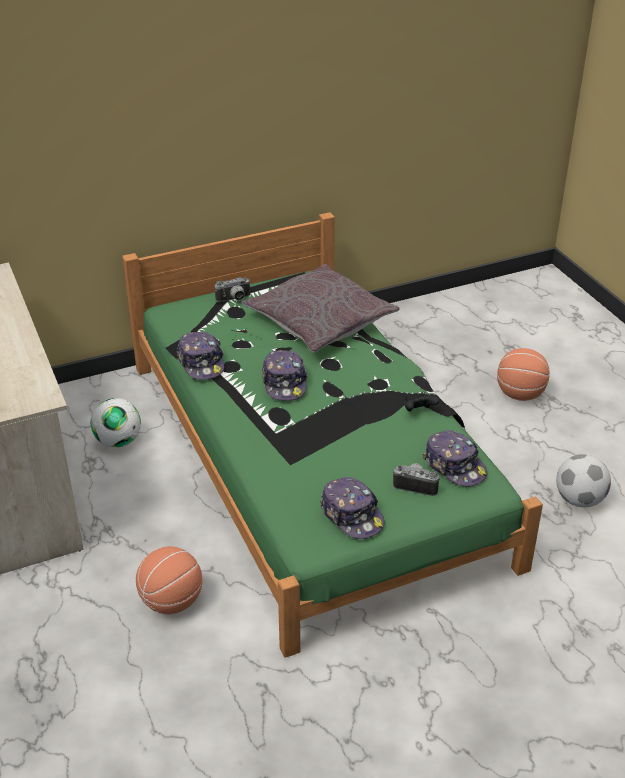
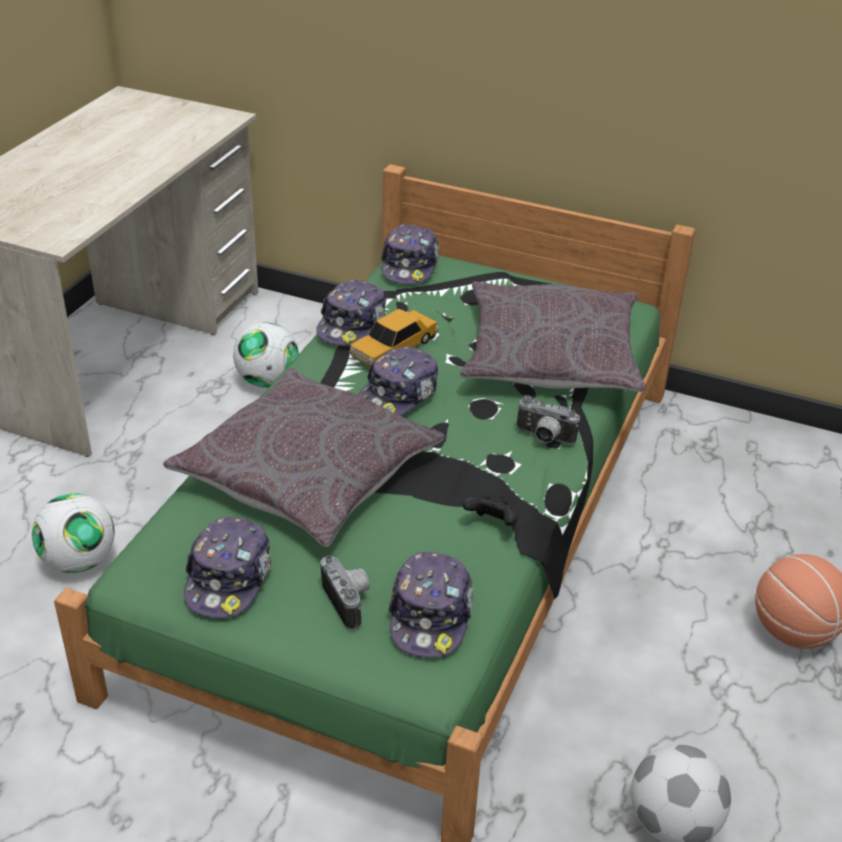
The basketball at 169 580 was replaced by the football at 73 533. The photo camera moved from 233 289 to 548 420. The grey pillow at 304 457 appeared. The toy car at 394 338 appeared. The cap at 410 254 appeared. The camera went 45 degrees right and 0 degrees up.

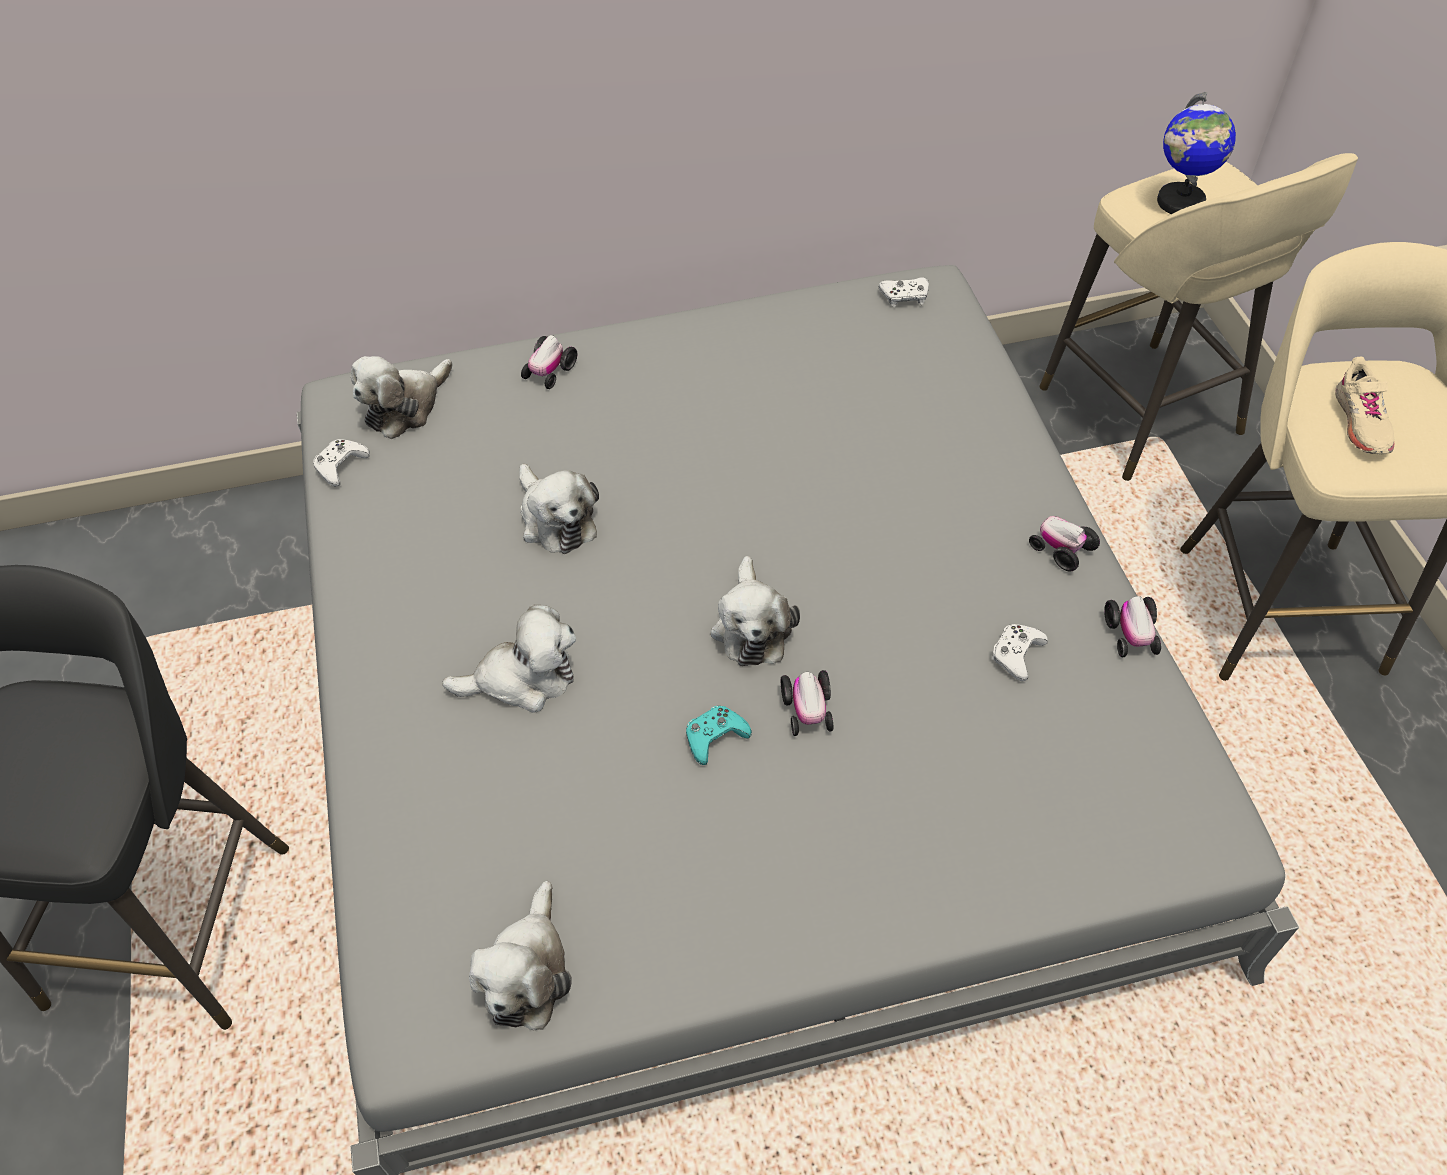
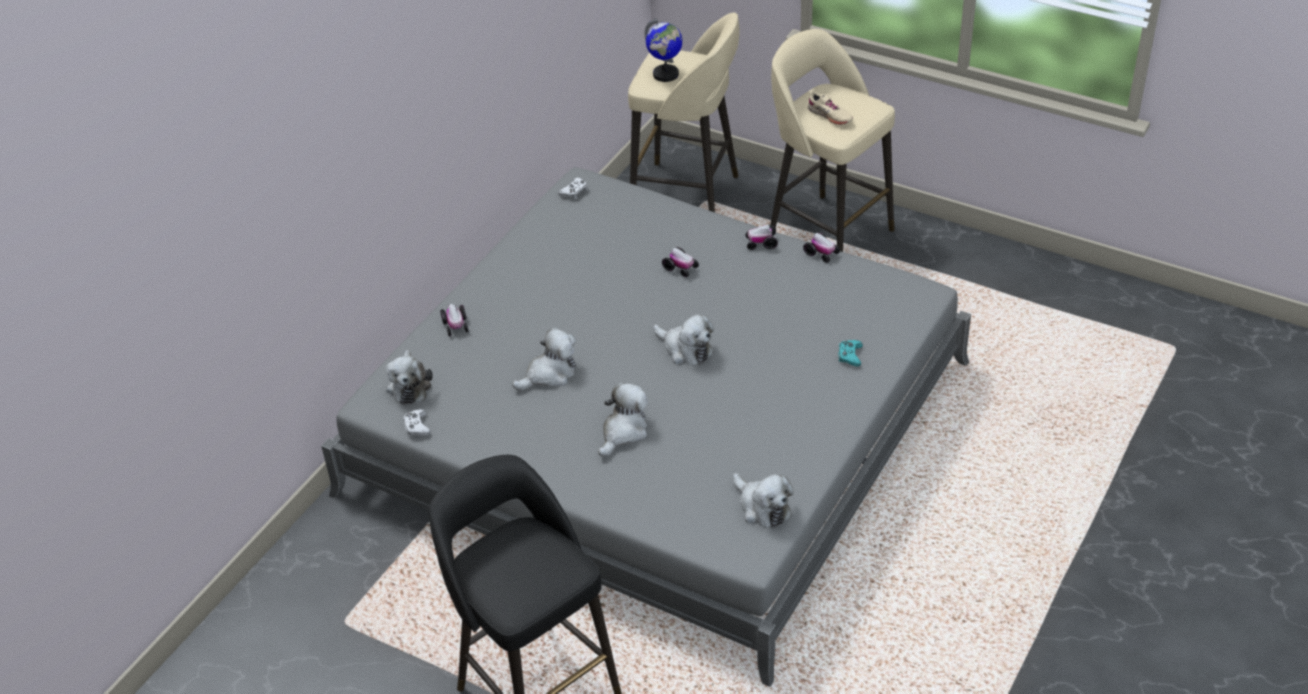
The plush toy at 559 509 turned 45 degrees counterclockwise. The turquoise game controller moved from 719 735 to 850 353. The toy car moved from 807 703 to 680 262. The white game controller at 1020 652 disappeared. The camera went 45 degrees left and 10 degrees down.

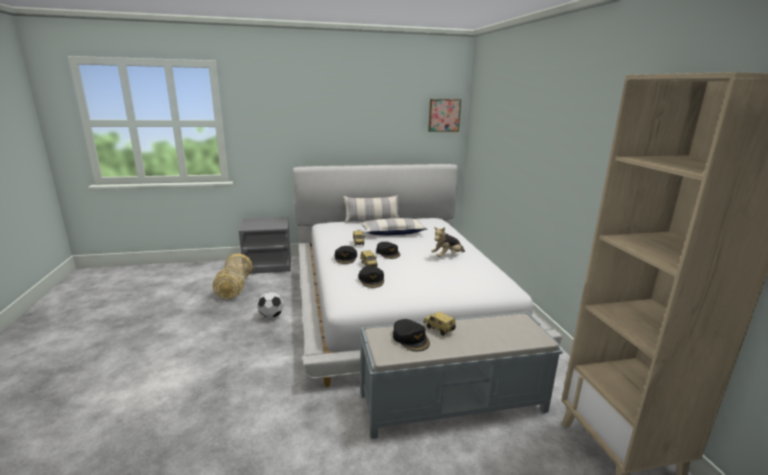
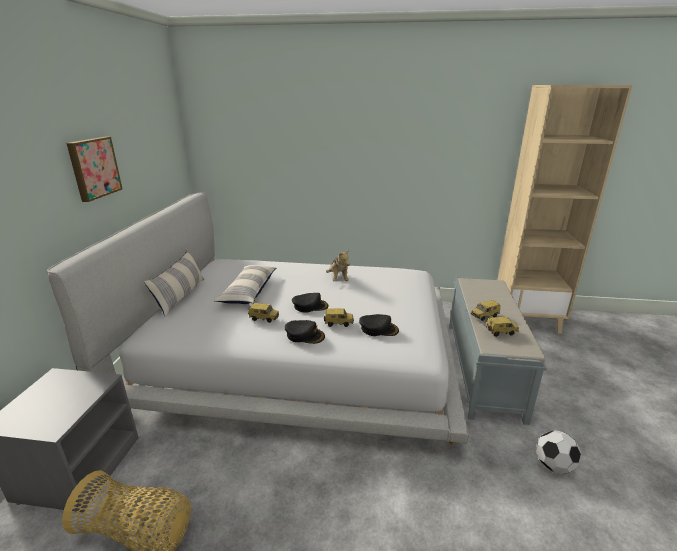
The football moved from 270 305 to 558 452. The black cap at 411 335 was replaced by the toy car at 502 327. The picture moved from 444 115 to 94 169. The camera went 70 degrees left and 5 degrees up.

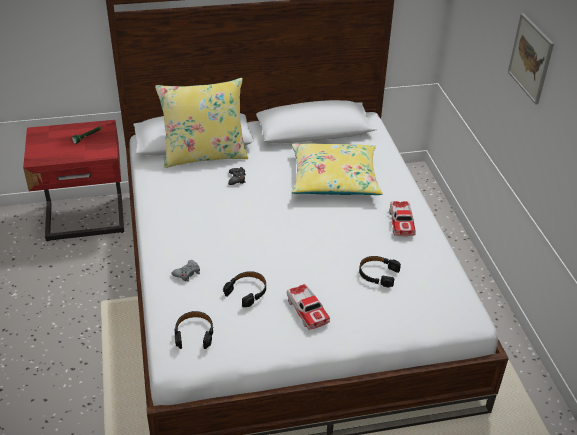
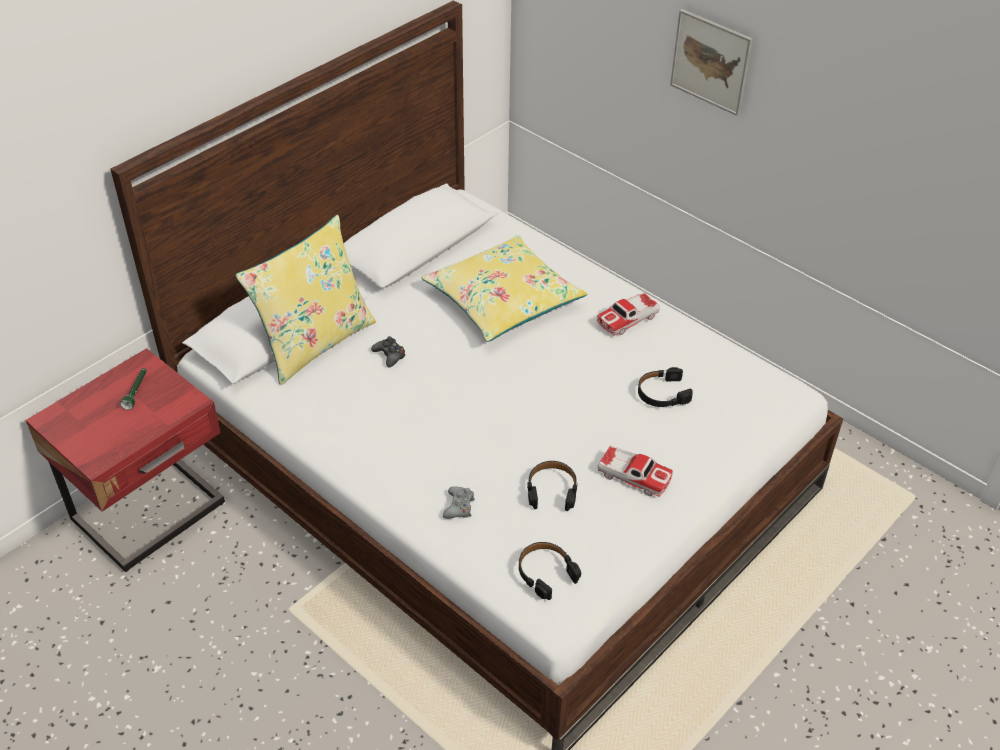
The toy car at 402 218 turned 90 degrees clockwise. The camera went 35 degrees left and 5 degrees up.

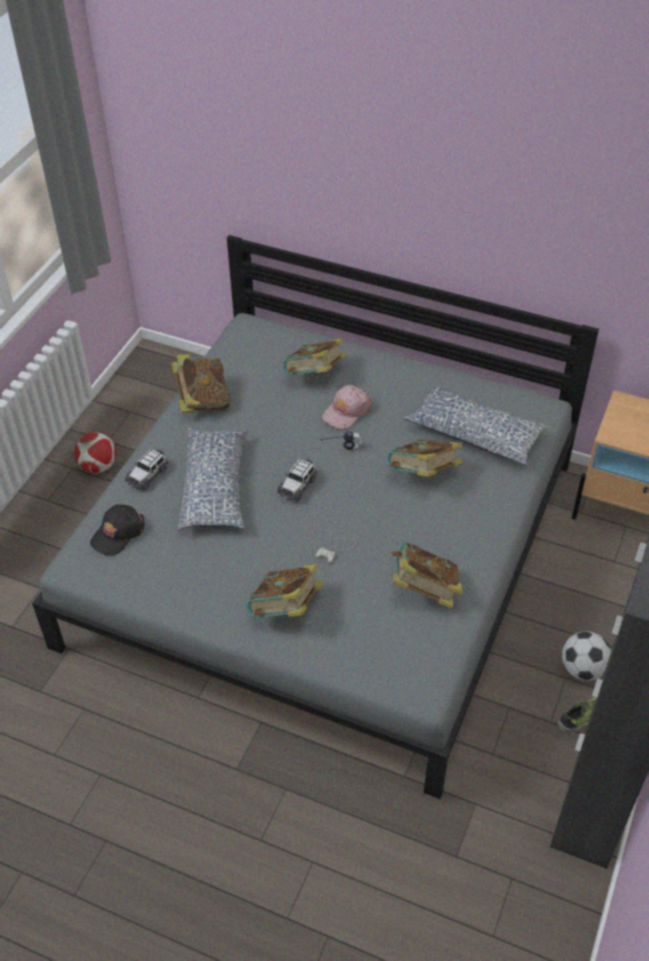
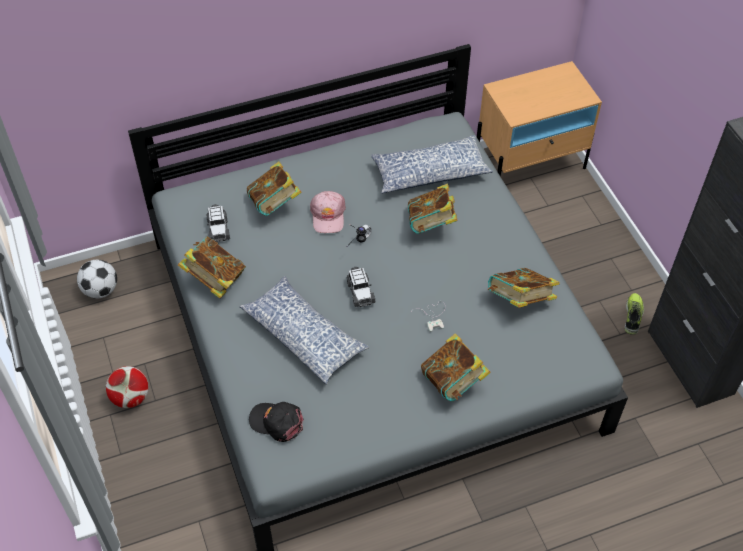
The black cap at 117 530 turned 120 degrees clockwise. The toy car moved from 146 470 to 218 223. The football moved from 586 656 to 97 279. The camera went 45 degrees left and 5 degrees up.

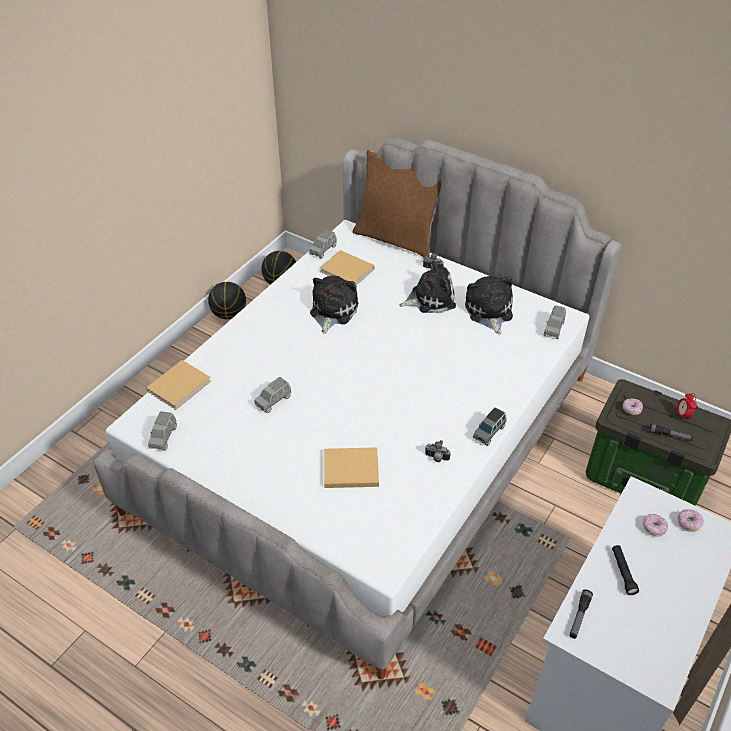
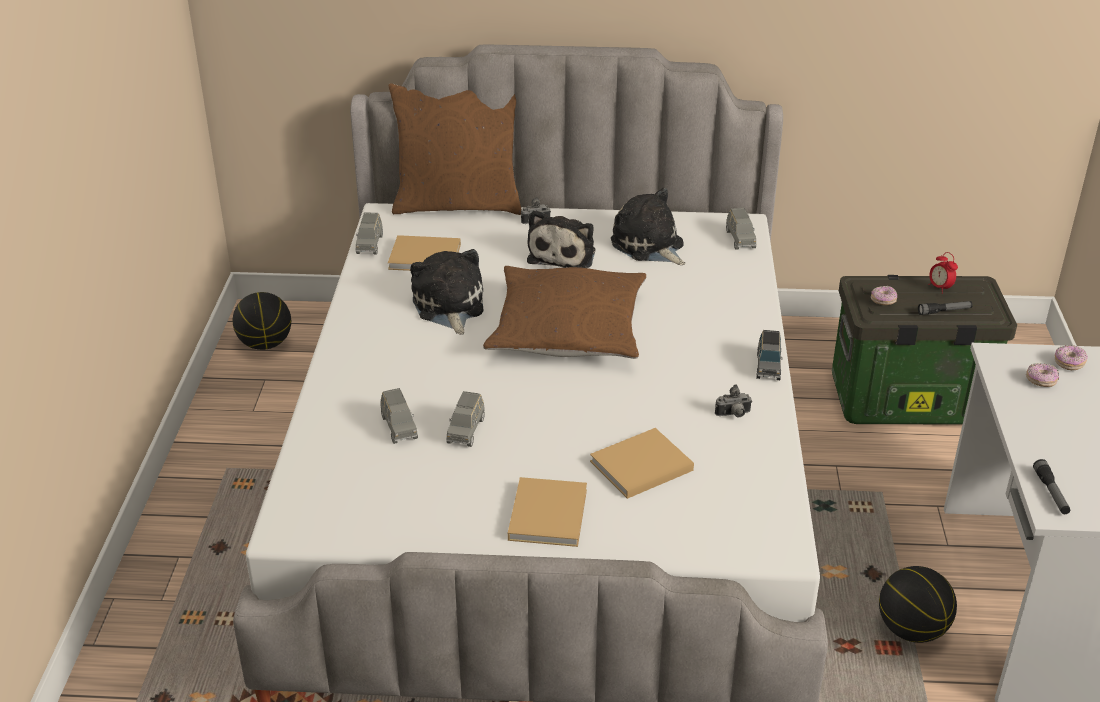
The beige book moved from 178 385 to 547 512. The grey toy car moved from 162 431 to 399 416. The basketball moved from 227 300 to 918 604. The plush toy at 427 286 turned 150 degrees clockwise. The black flashlight at 625 570 disappeared. The brown pillow at 564 312 appeared. The camera went 30 degrees left and 10 degrees down.

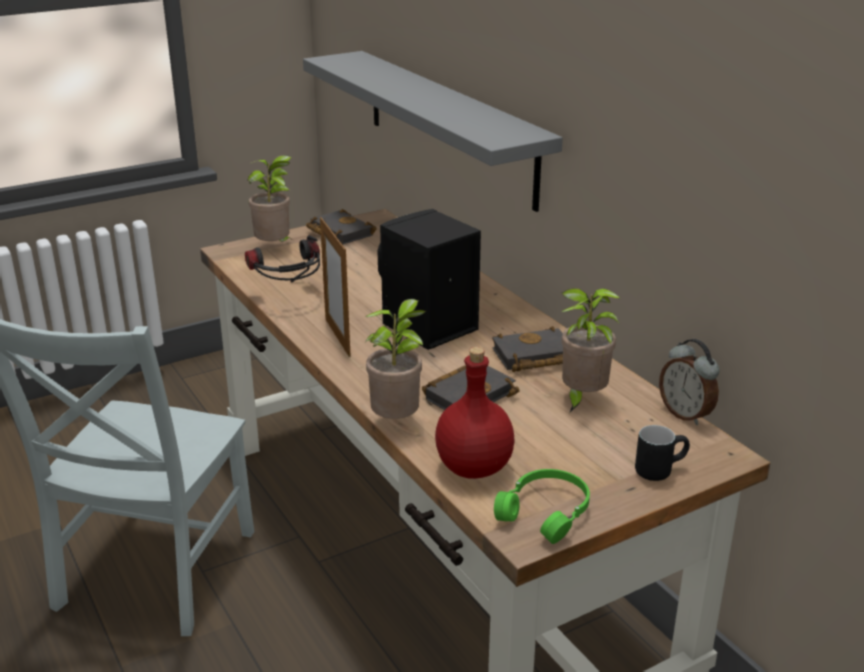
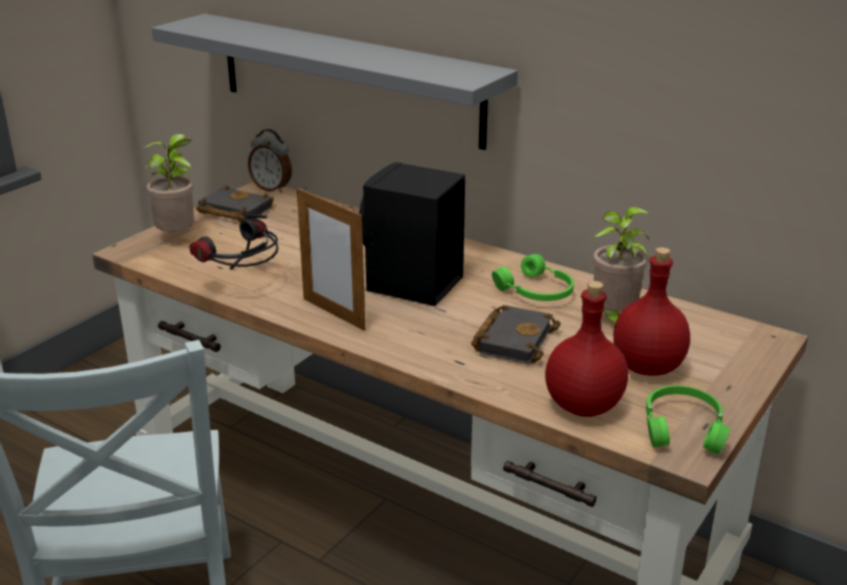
The potted plant at 395 359 disappeared. The black book at 527 349 was replaced by the green headphones at 533 277. The black mug at 662 453 disappeared. The alarm clock moved from 689 382 to 270 161. The red bottle at 651 311 appeared. The camera went 25 degrees left and 0 degrees up.

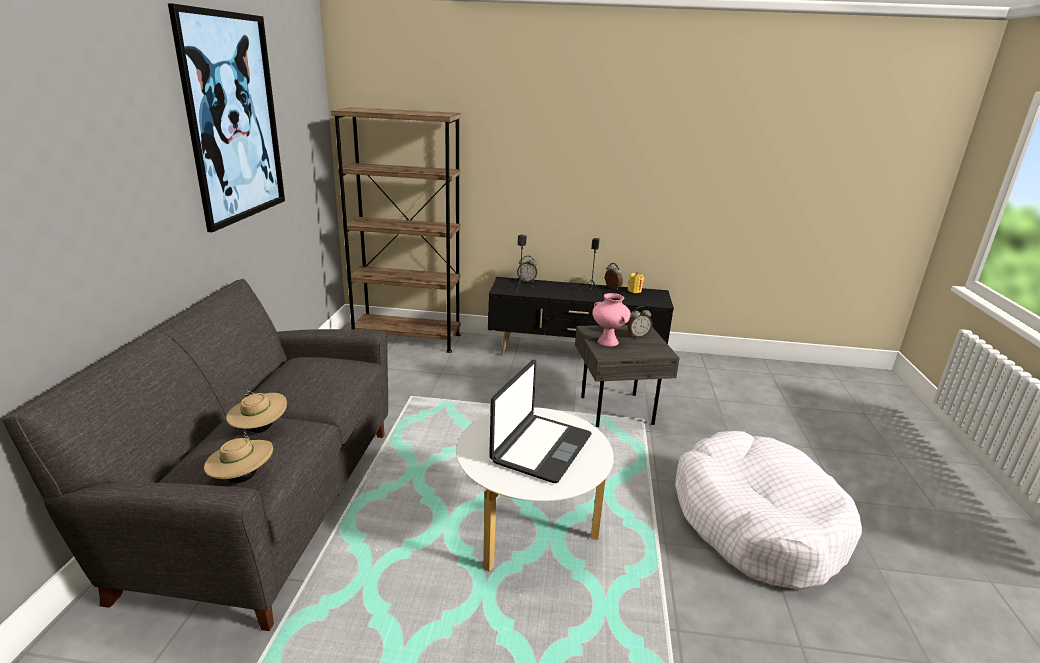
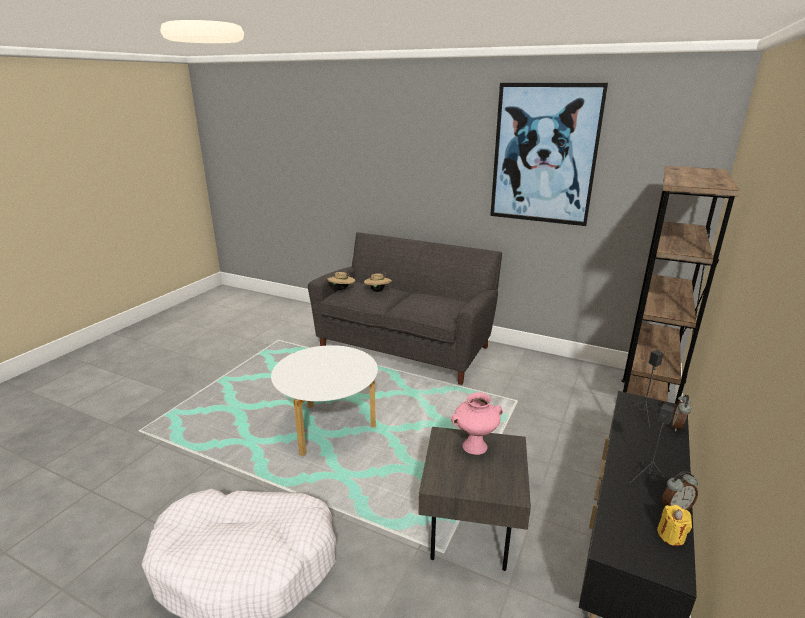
The laptop at 540 421 disappeared. The alarm clock at 640 322 disappeared. The camera went 110 degrees right and 0 degrees up.

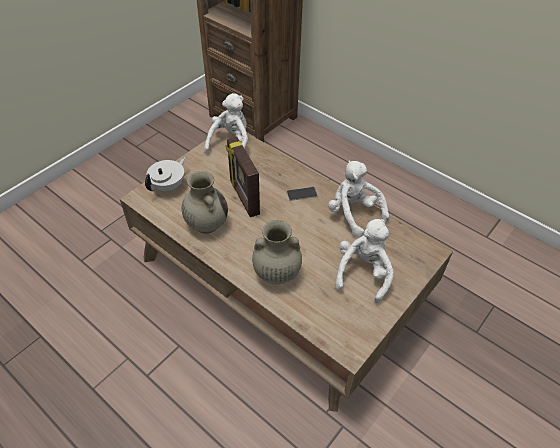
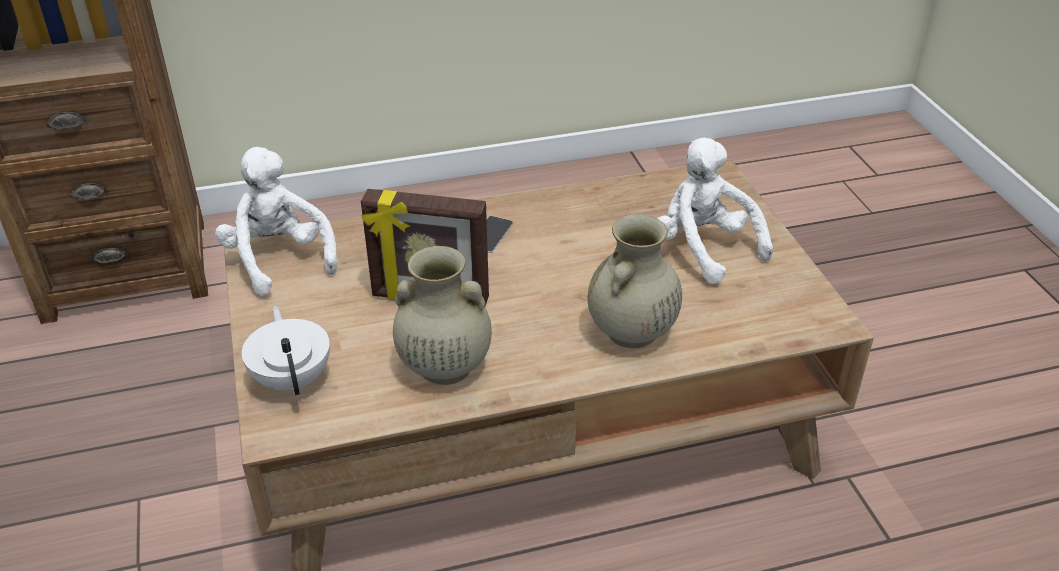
The white plush toy at 358 199 disappeared. The camera went 55 degrees left and 10 degrees down.

